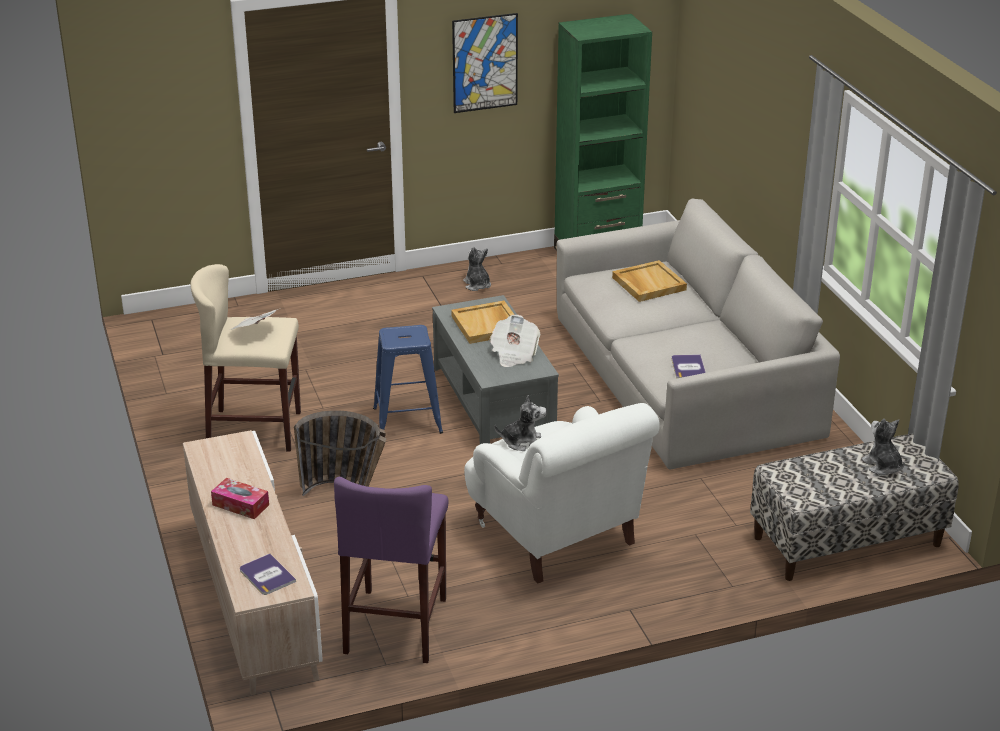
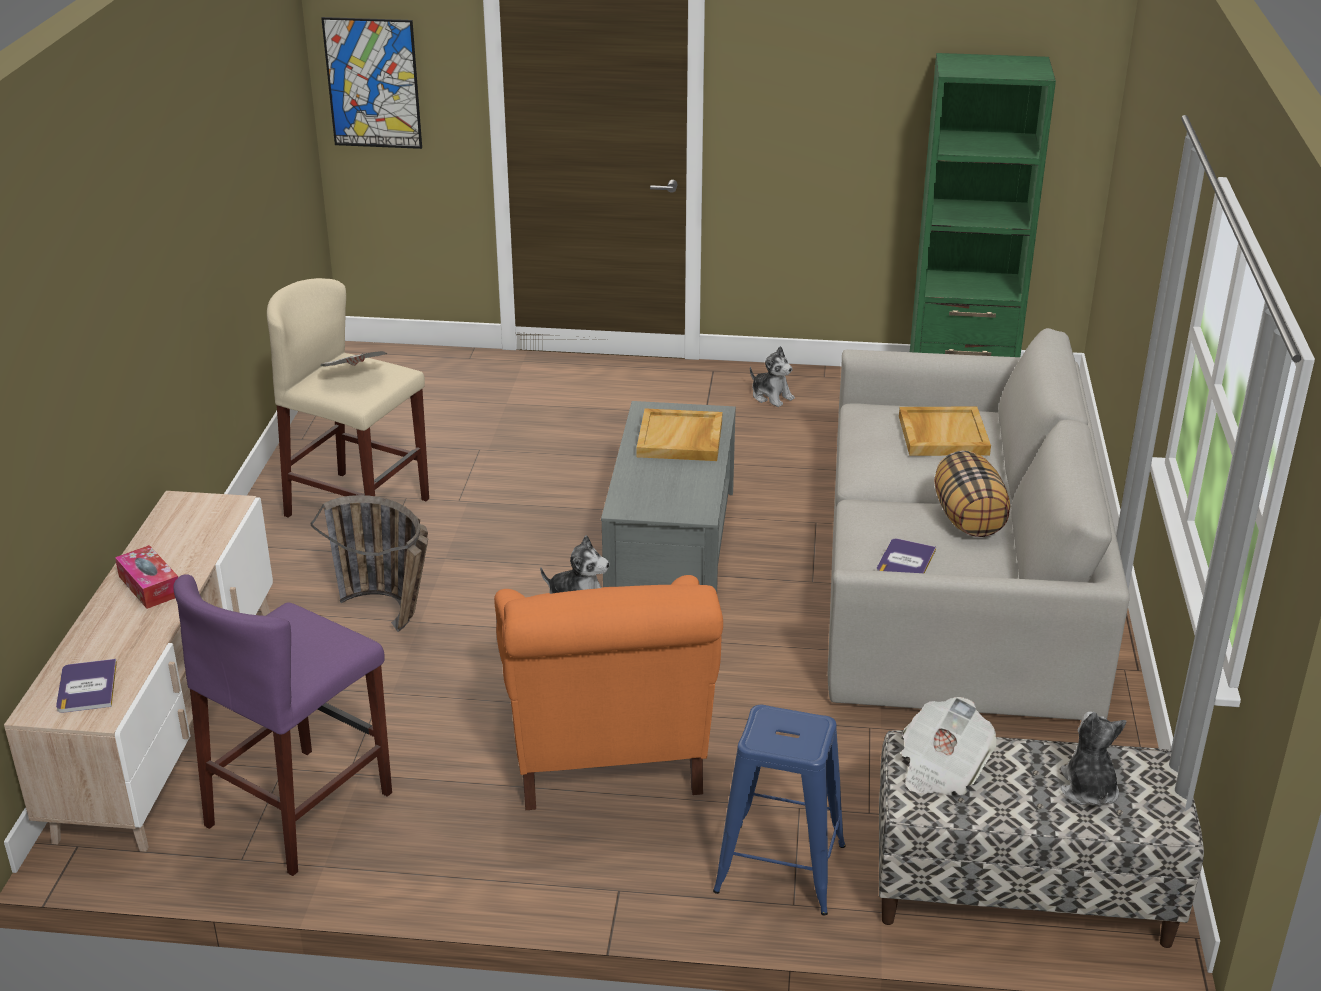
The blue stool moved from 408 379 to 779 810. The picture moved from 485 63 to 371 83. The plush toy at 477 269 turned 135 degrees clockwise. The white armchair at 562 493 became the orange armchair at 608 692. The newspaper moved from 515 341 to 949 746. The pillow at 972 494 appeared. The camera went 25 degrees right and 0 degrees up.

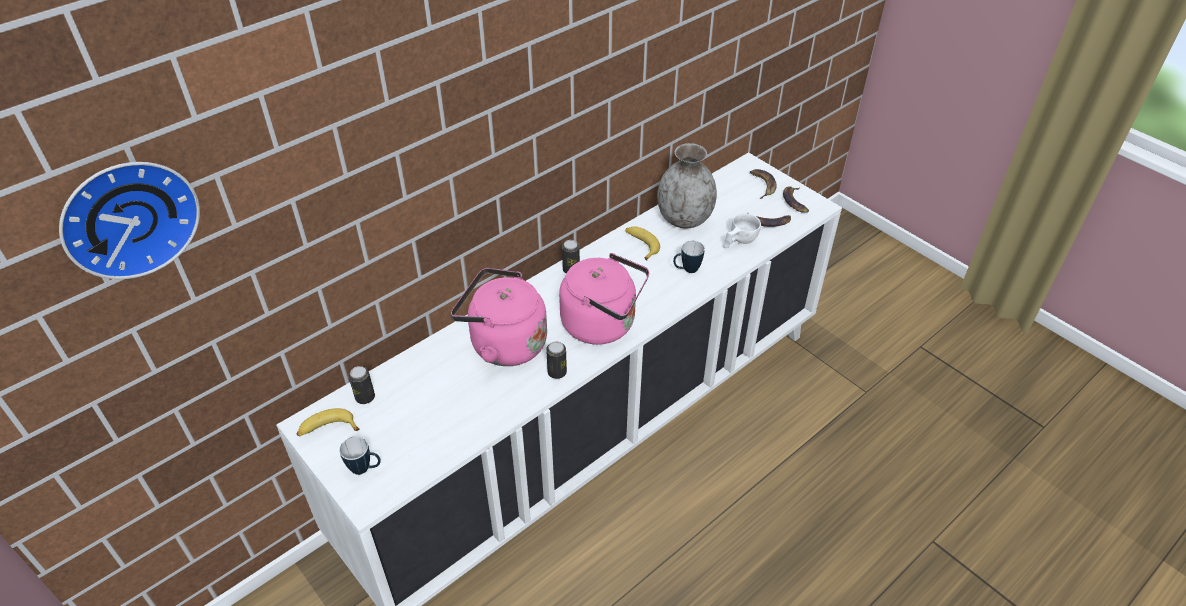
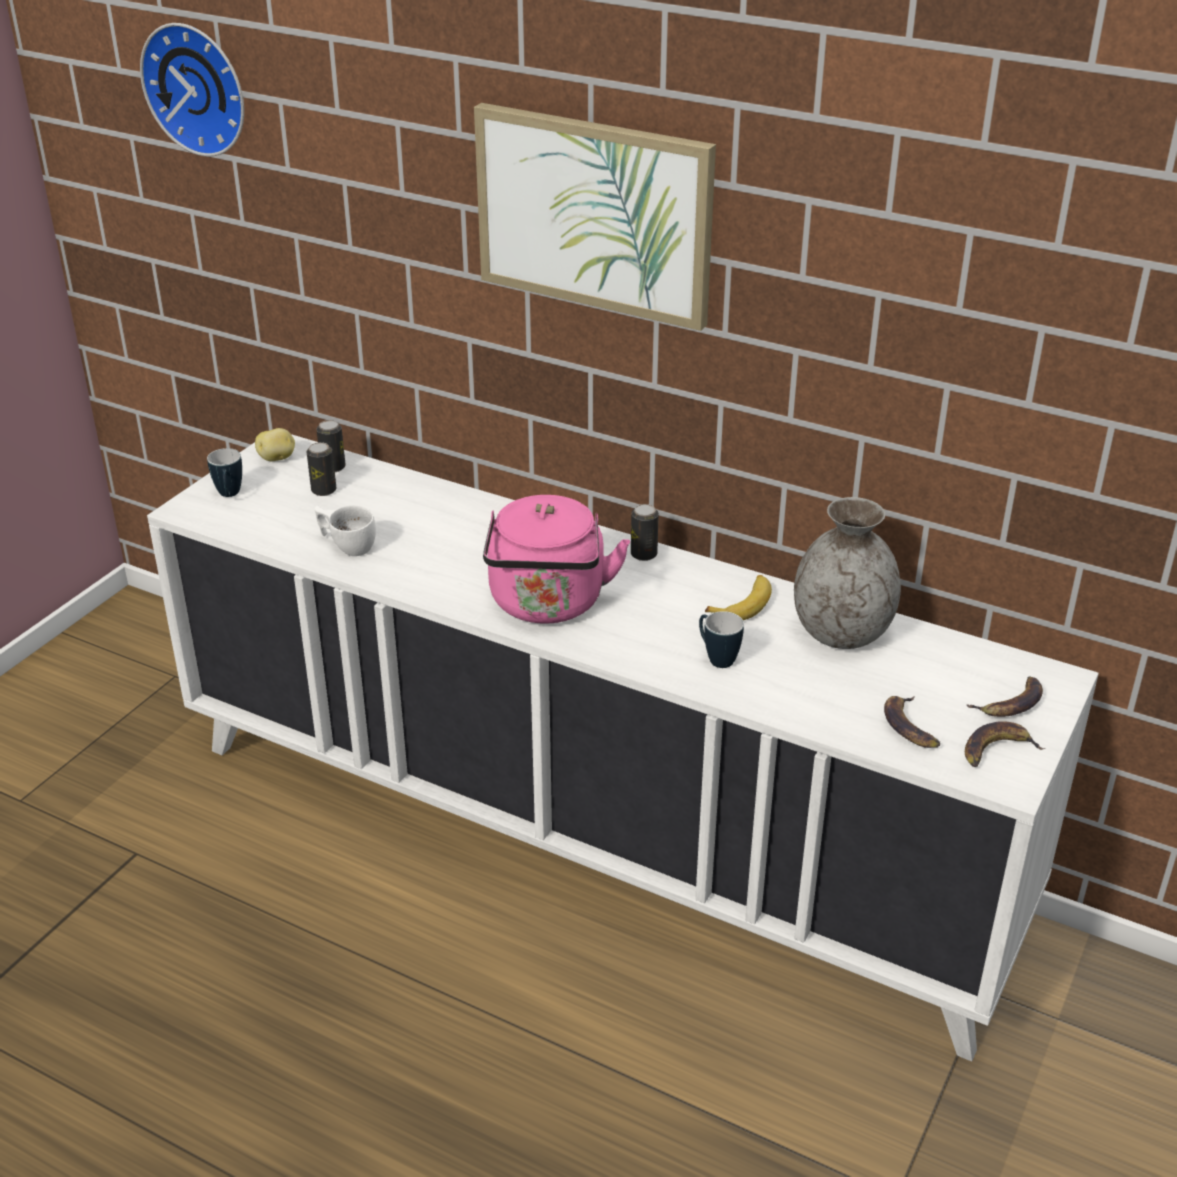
The banana at 328 422 was replaced by the potato at 275 444. The pink kettle at 499 317 disappeared. The can moved from 556 360 to 321 469. The white cup moved from 742 230 to 345 530. The picture at 595 217 appeared. The camera went 70 degrees right and 10 degrees down.

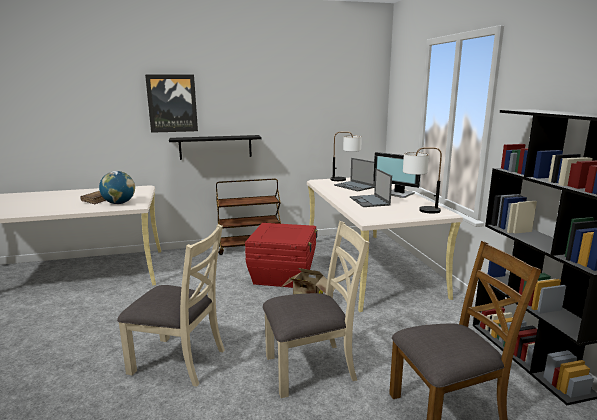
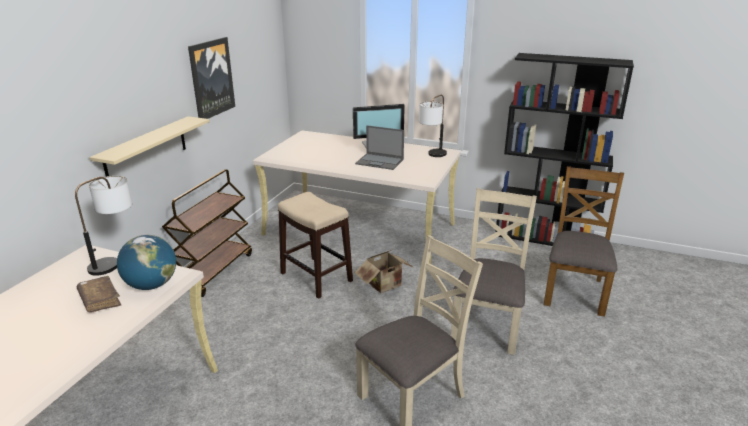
The picture moved from 171 104 to 211 78. The black shelf at 215 147 became the beige shelf at 149 146. The red storage box at 281 255 was replaced by the stool at 315 245. The table lamp moved from 346 156 to 103 226. The laptop at 354 174 disappeared. The camera went 55 degrees left and 10 degrees up.

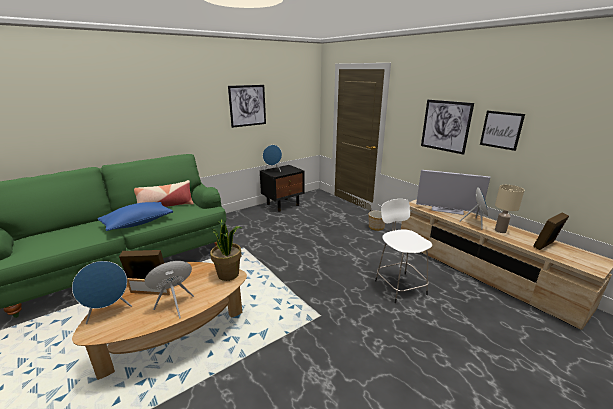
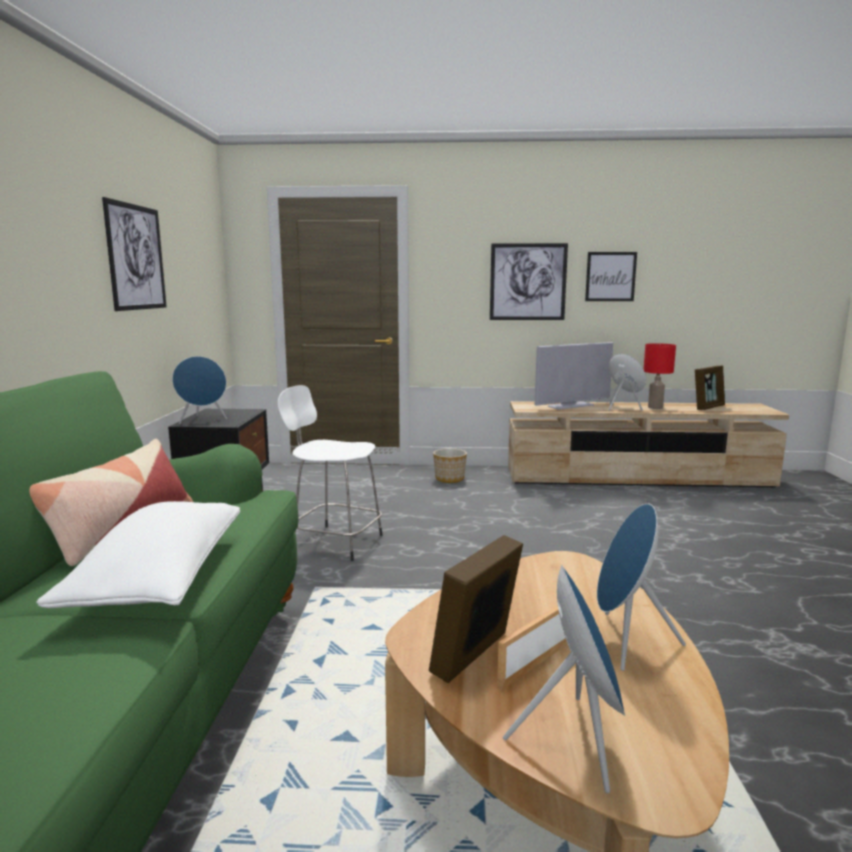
The blue pillow at 135 216 became the white pillow at 138 554. The potted plant at 226 250 disappeared. The white stool moved from 403 251 to 330 473. The beige table lamp at 509 209 became the red table lamp at 660 376. The picture frame at 551 231 turned 135 degrees counterclockwise. The camera went 50 degrees left and 10 degrees down.

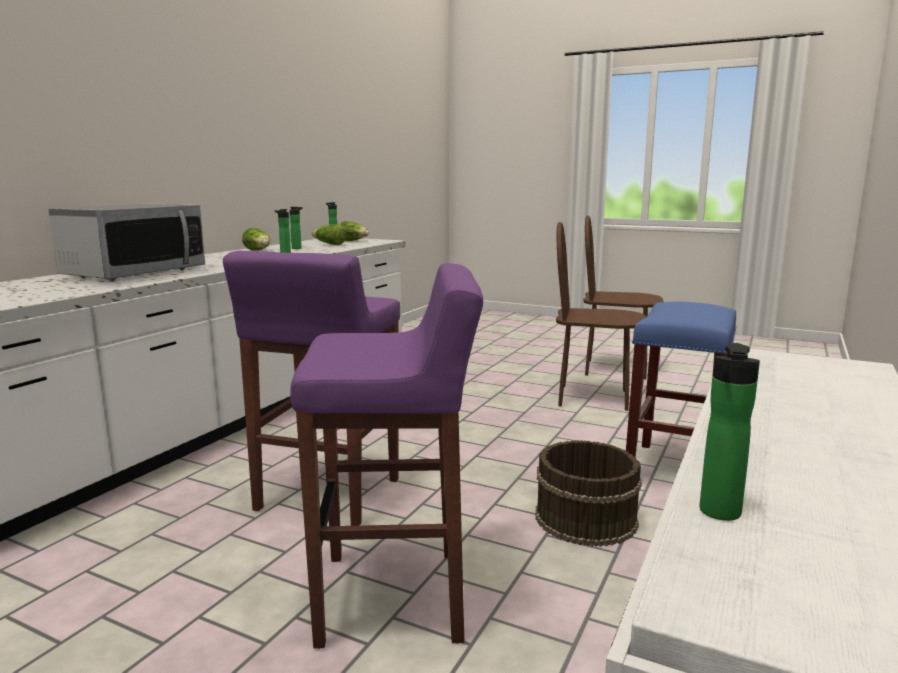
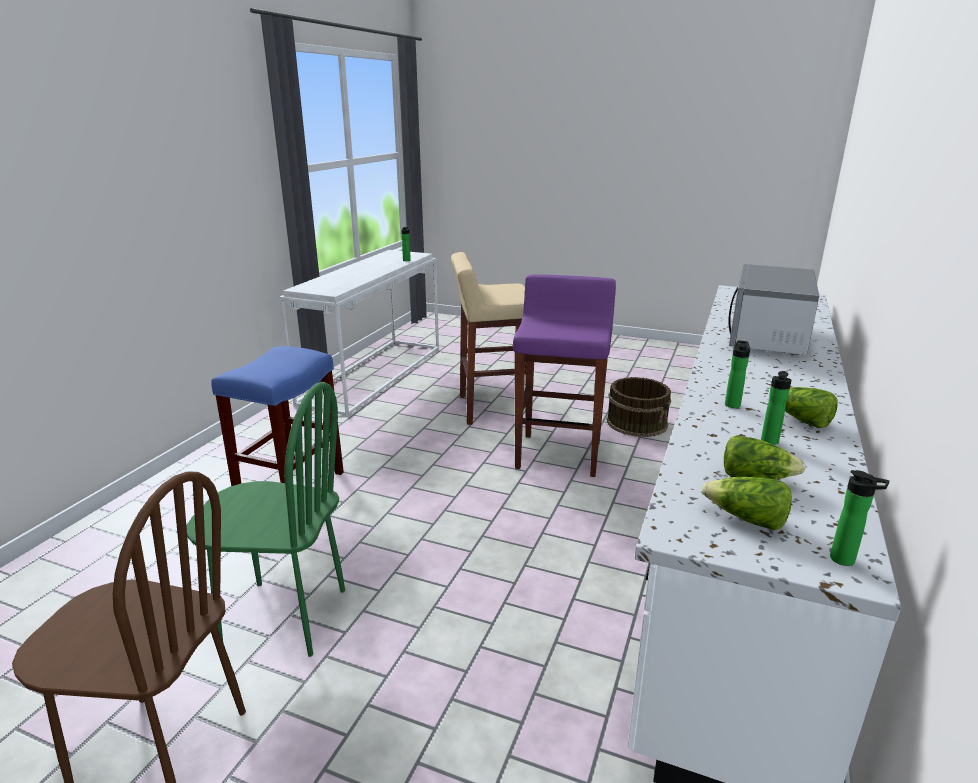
The purple stool at 386 456 became the beige stool at 488 338. The brown bucket moved from 588 493 to 639 407. The brown chair at 601 316 became the green chair at 265 519. The camera went 175 degrees right and 10 degrees up.

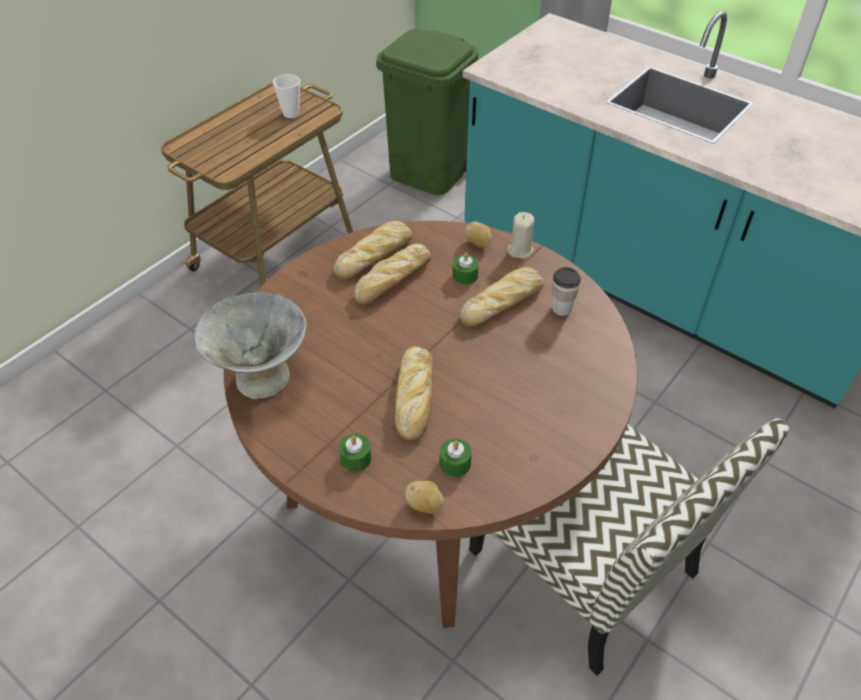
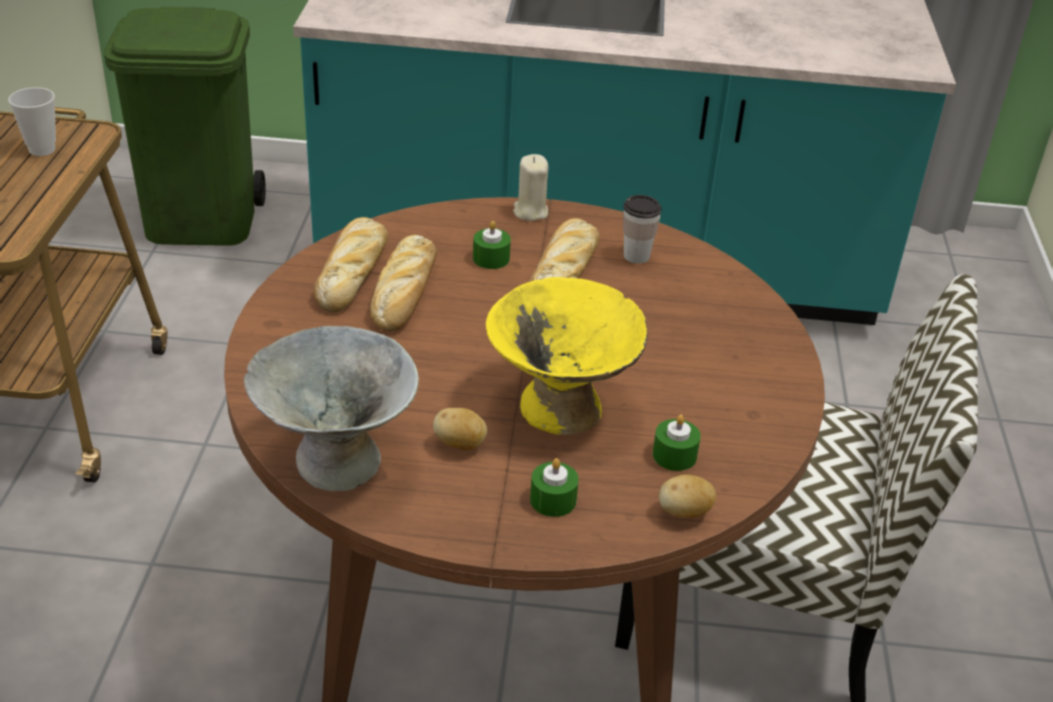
The bread at 414 394 was replaced by the yellow bowl at 567 356. The potato moved from 478 234 to 460 429. The camera went 35 degrees left and 10 degrees down.

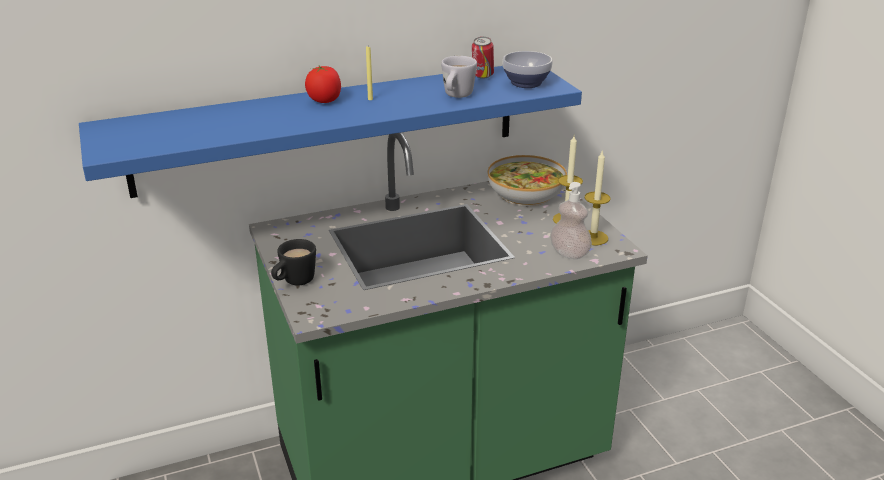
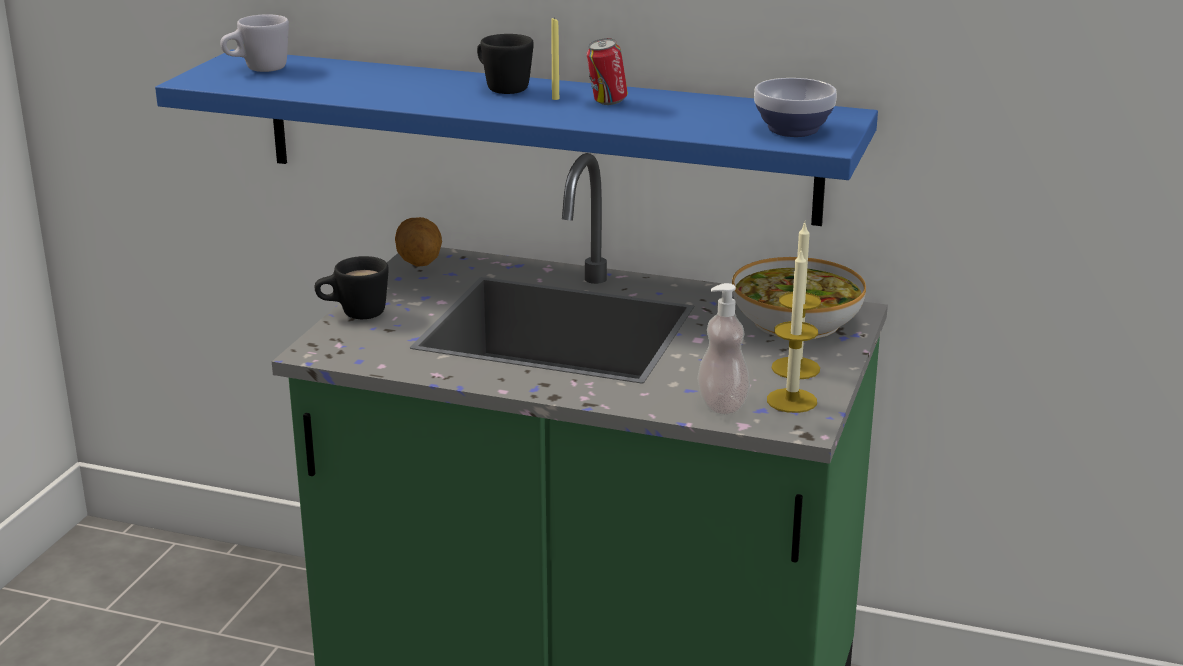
The tomato at 323 84 was replaced by the black mug at 505 64. The white mug moved from 459 77 to 254 43. The can moved from 483 58 to 607 71. The potato at 418 242 appeared. The camera went 40 degrees right and 5 degrees down.

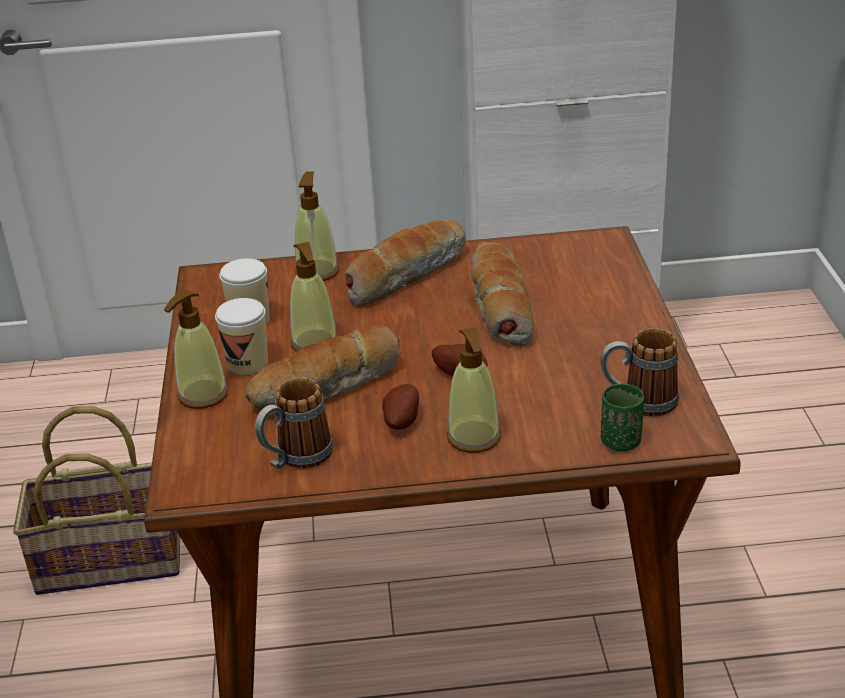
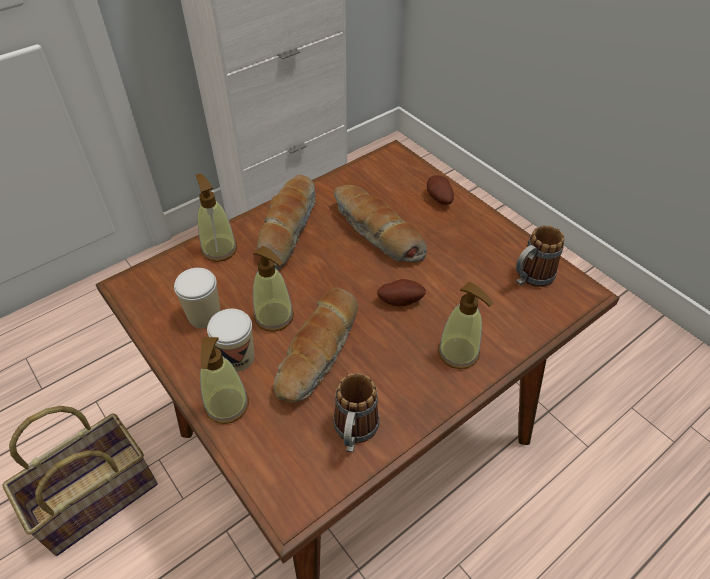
The potato moved from 400 407 to 440 190. The green cup at 622 417 disappeared. The camera went 35 degrees left and 15 degrees up.

